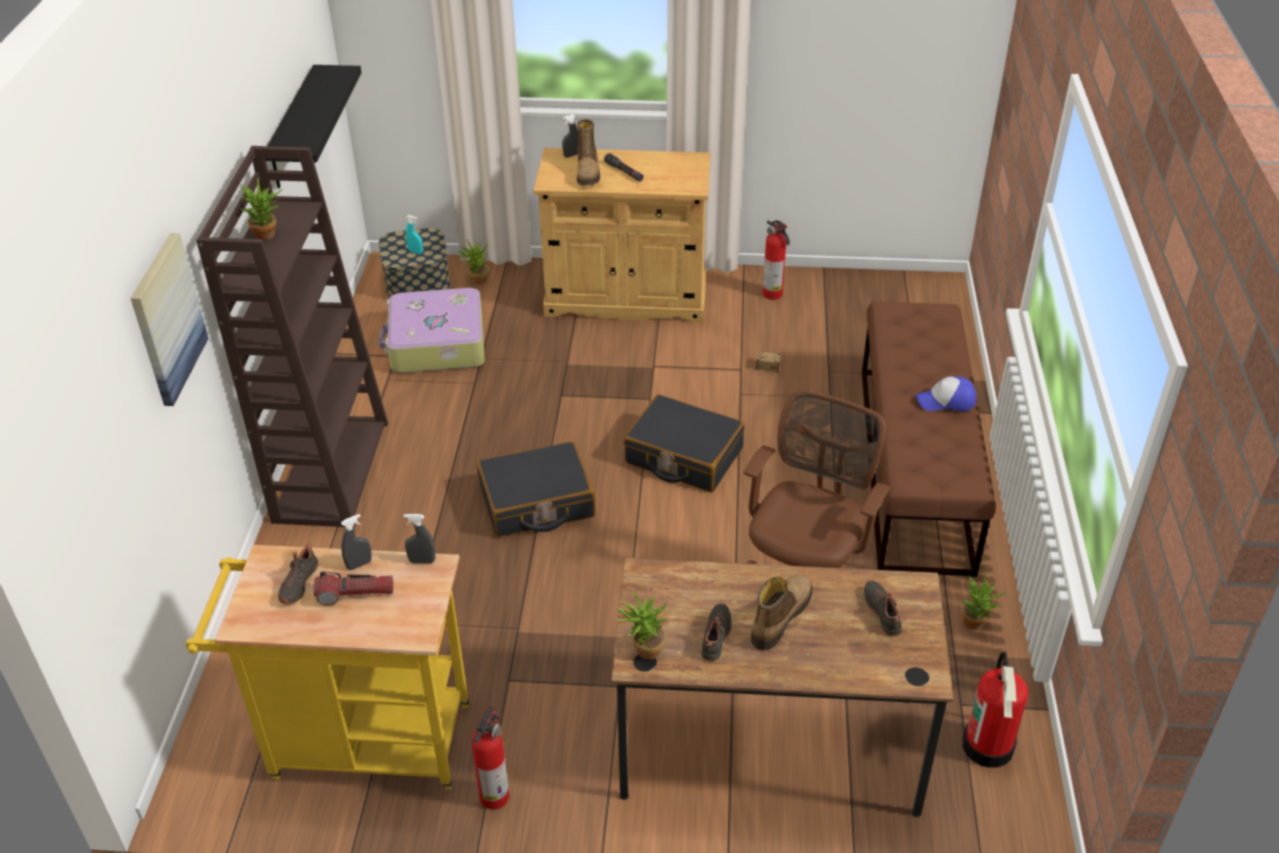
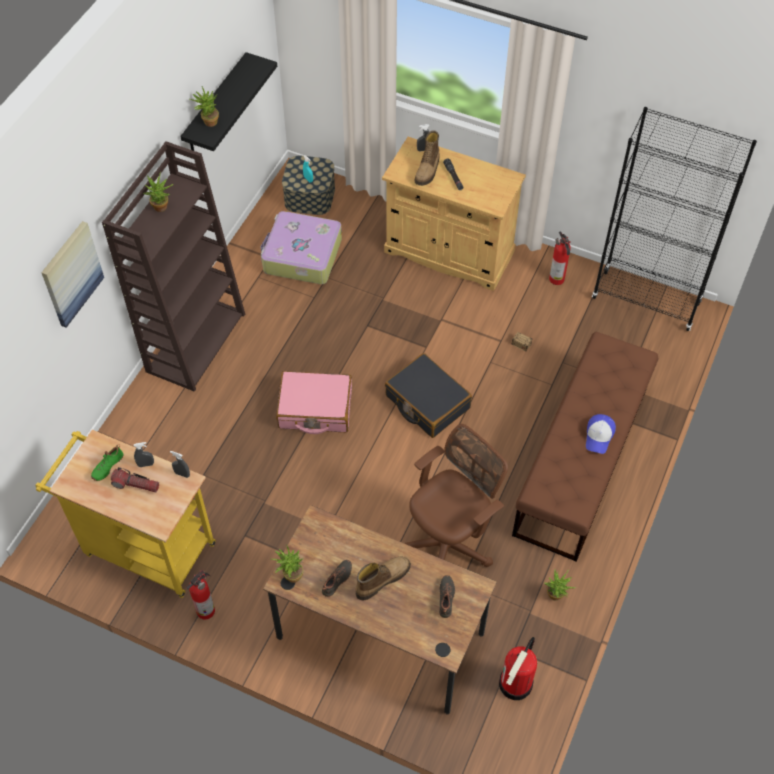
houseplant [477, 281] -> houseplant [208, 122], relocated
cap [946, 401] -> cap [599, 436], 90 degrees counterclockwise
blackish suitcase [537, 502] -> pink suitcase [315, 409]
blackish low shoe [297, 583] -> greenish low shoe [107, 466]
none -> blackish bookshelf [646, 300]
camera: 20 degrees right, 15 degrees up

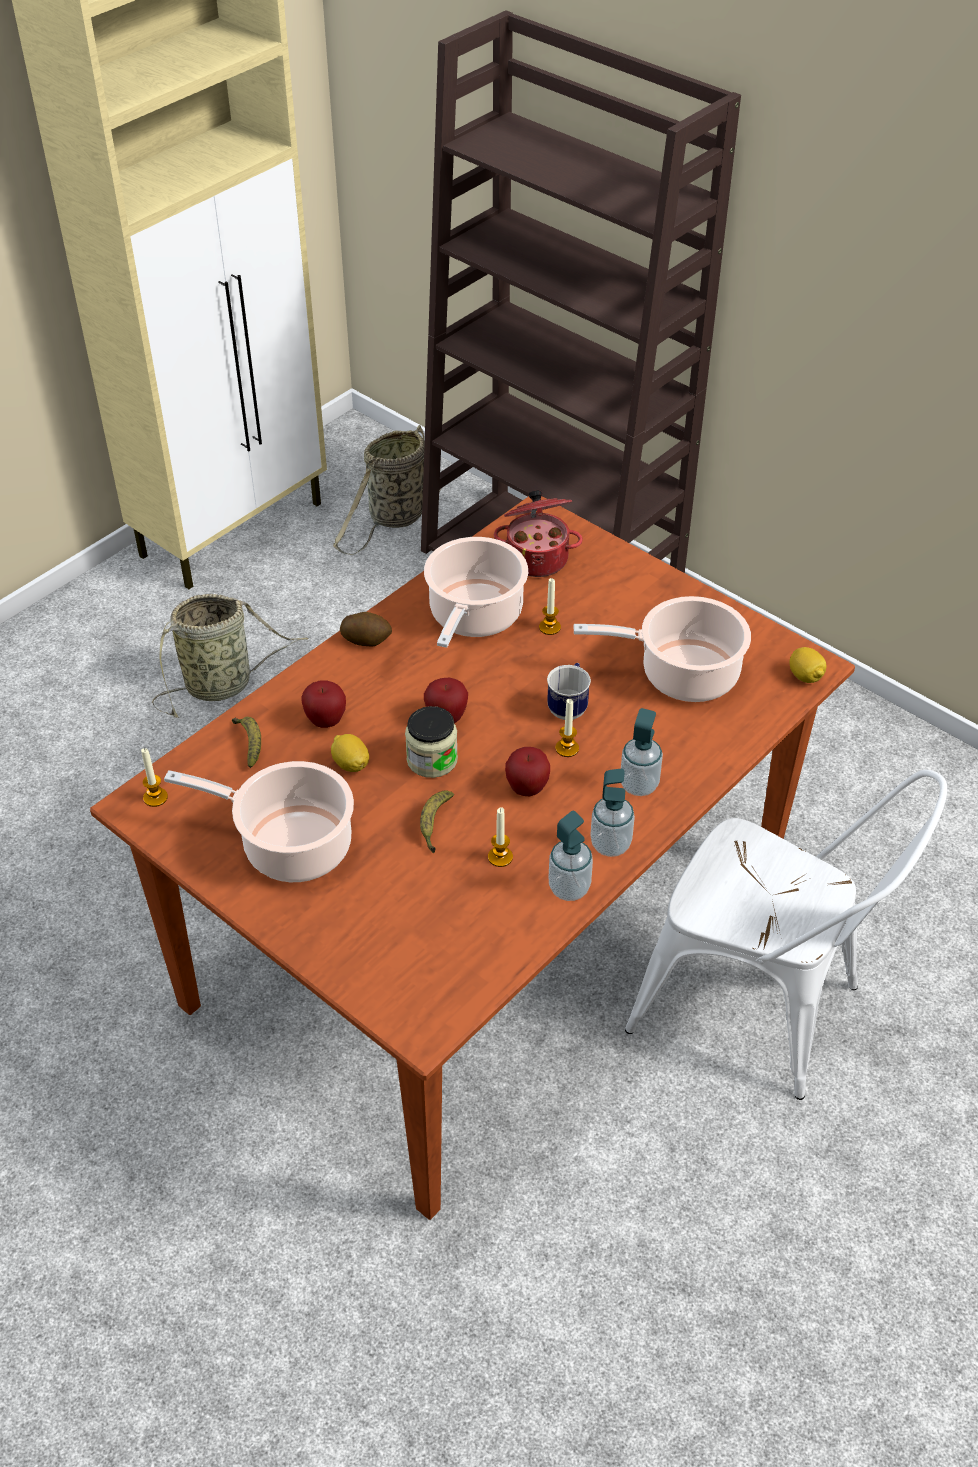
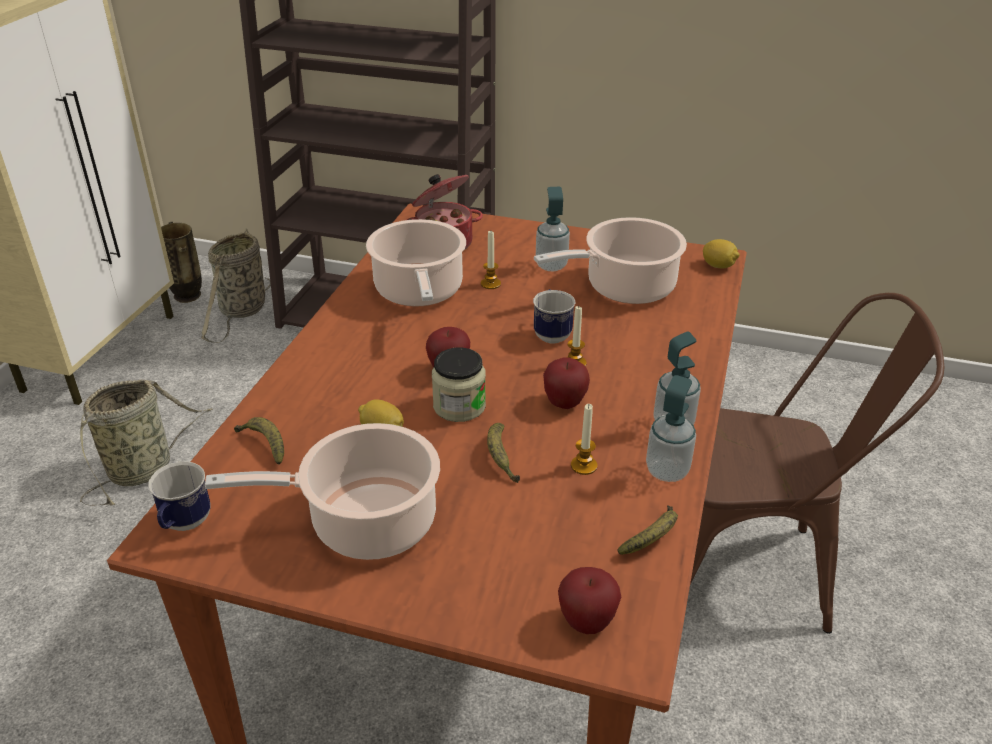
potato [366, 639] -> none
apple fruit [326, 721] -> apple fruit [586, 622], relocated
soap dispenser [639, 785] -> soap dispenser [551, 265], relocated
wax candle [155, 797] -> tea mug [184, 525]
whitish plain chair [763, 1011] -> brown plain chair [753, 573]
none -> flower vase [188, 296]
none -> banana [652, 538]
camera: 25 degrees left, 10 degrees down

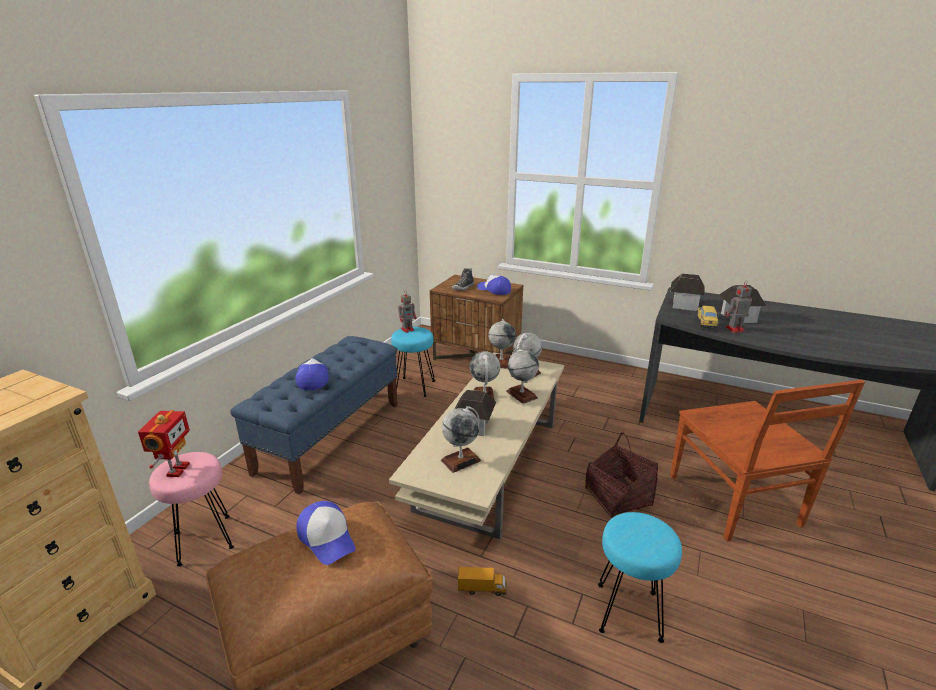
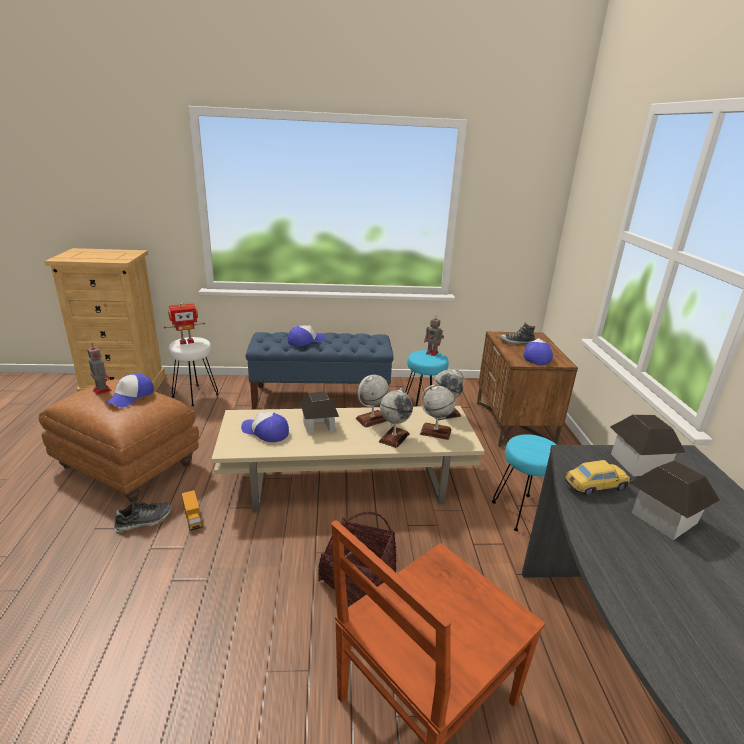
toy robot [733, 329] -> toy robot [101, 390], relocated
desk globe [461, 460] -> cap [265, 432]
pink stool [204, 539] -> whitish stool [196, 395]
turquoise-coloured stool [628, 612] -> turquoise-coloured stool [521, 512], relocated
none -> low shoe [144, 521]
camera: 60 degrees right, 0 degrees up

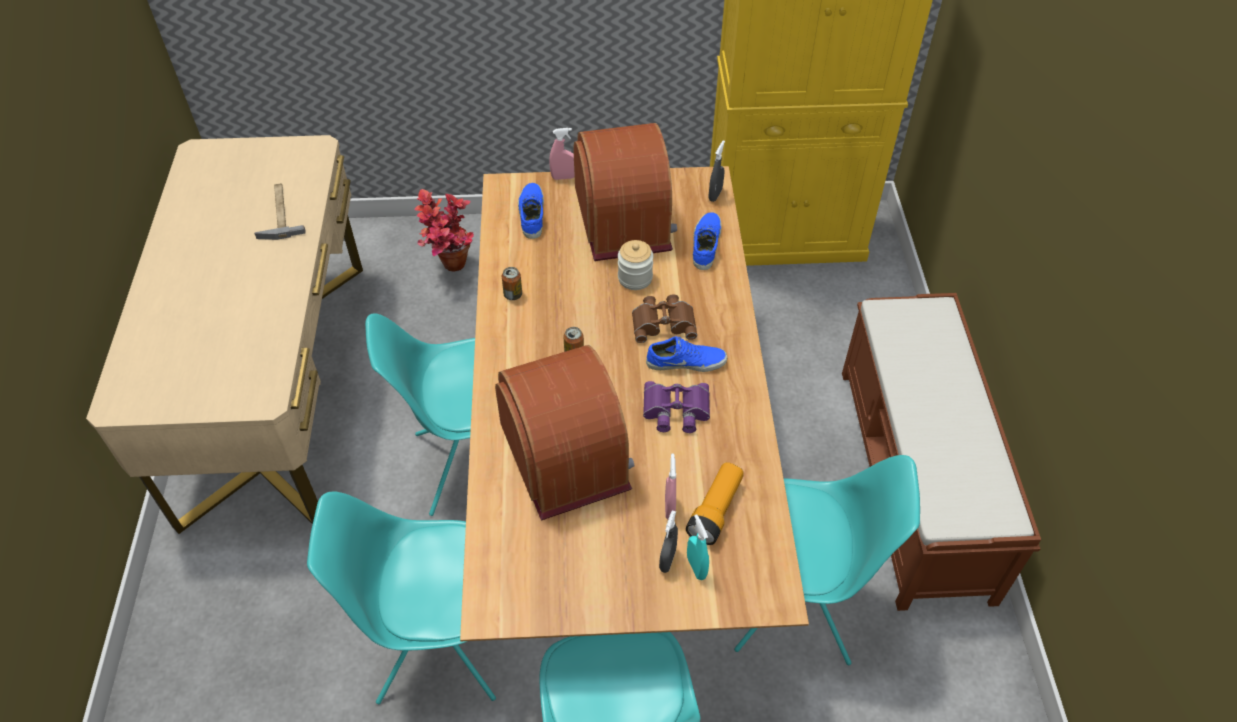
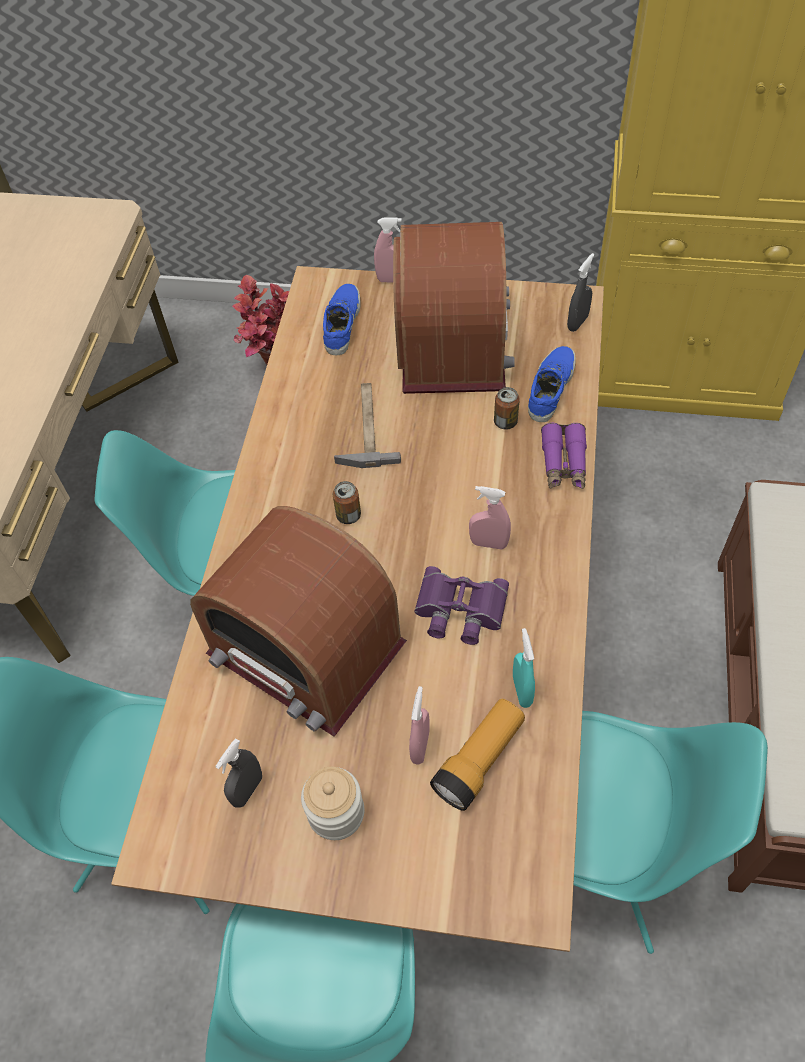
hand hammer [279, 213] -> hand hammer [366, 427], relocated
storage jar [635, 278] -> storage jar [336, 813], relocated
sealed can [513, 295] -> sealed can [505, 422], relocated
brown field glasses [663, 322] -> none
bluish low shoe [686, 361] -> pink sprayer [488, 543]
radio receiver [566, 455] -> radio receiver [305, 651], 135 degrees clockwise
gray sprayer [667, 560] -> gray sprayer [248, 790], relocated
turquoise-coloured sprayer [696, 567] -> turquoise-coloured sprayer [522, 690], relocated
none -> purple-coloured field glasses [564, 463]
camera: 15 degrees right, 5 degrees up

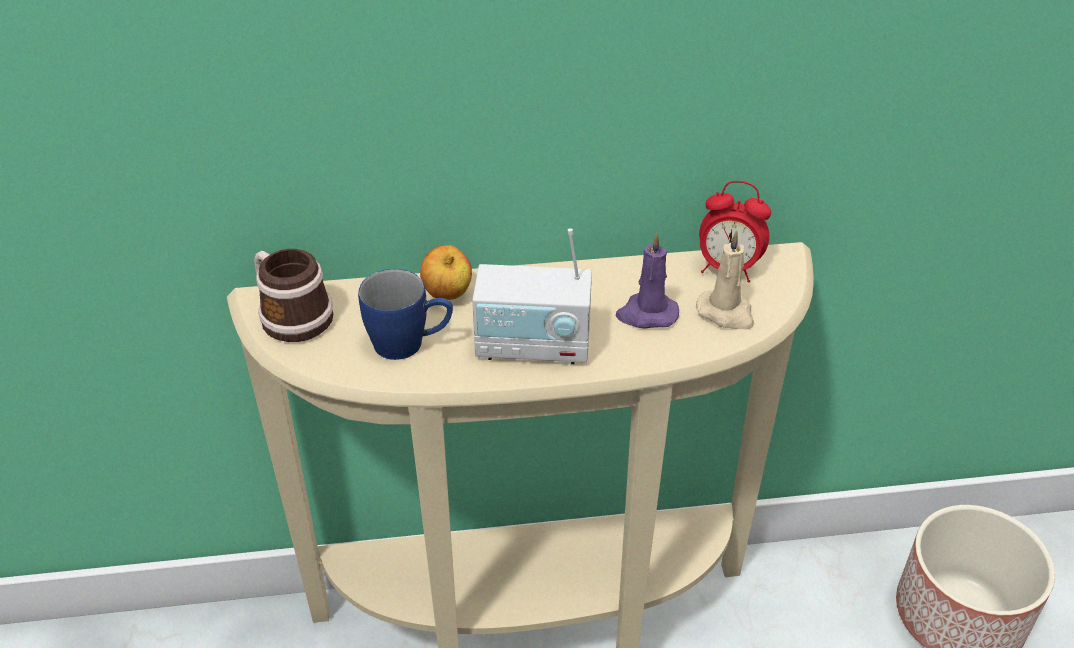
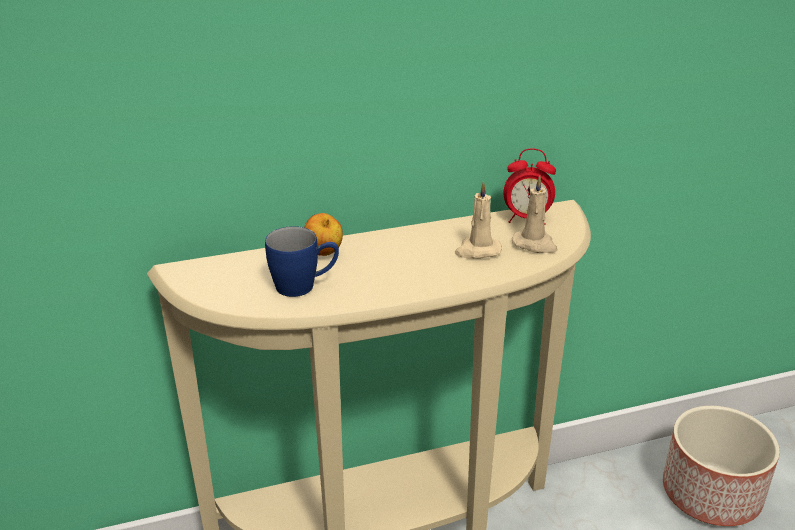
radio receiver [533, 346] -> none
purple-coloured wax candle [646, 314] -> beige wax candle [477, 251]
tea mug [291, 315] -> none
camera: 10 degrees left, 10 degrees down

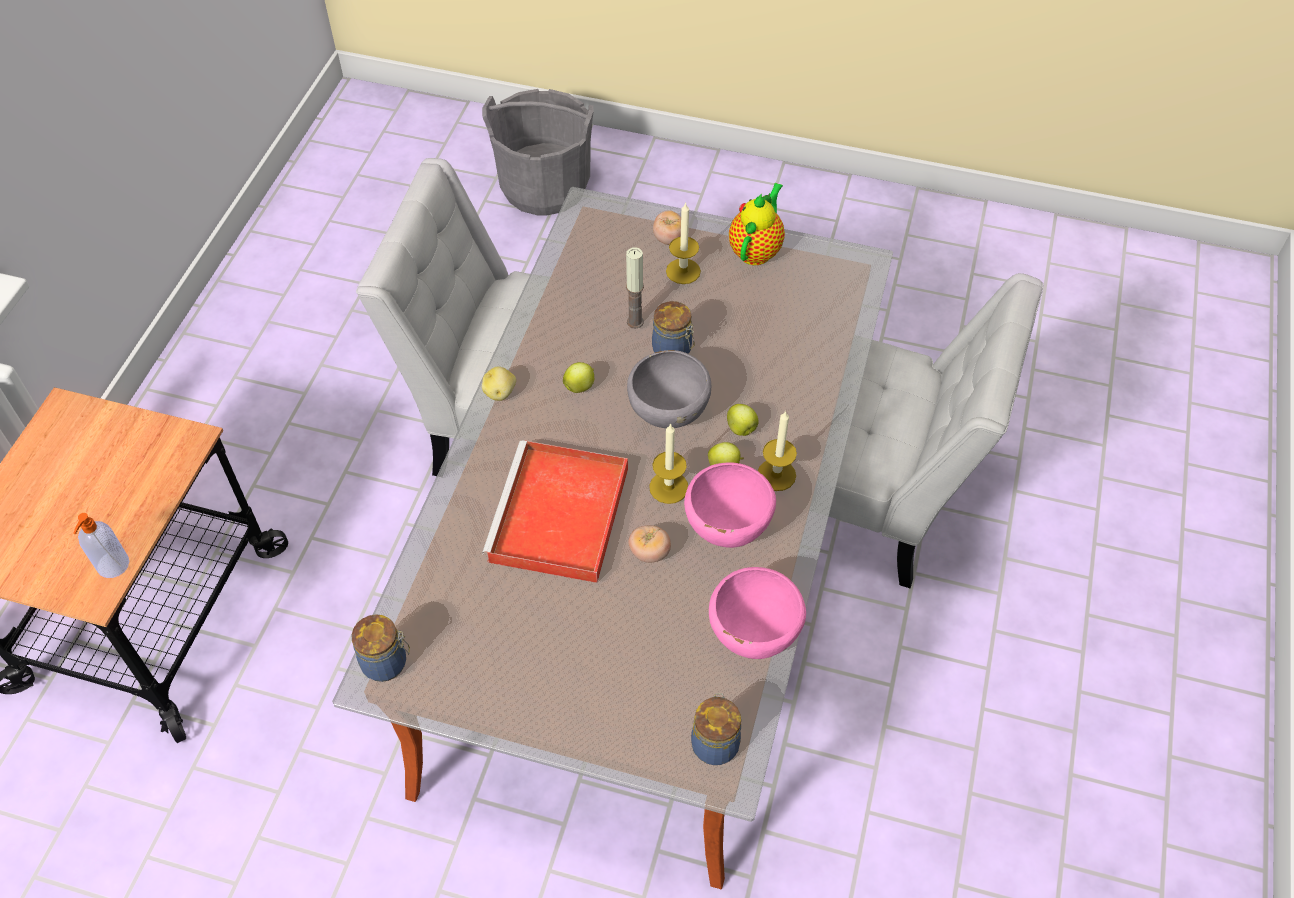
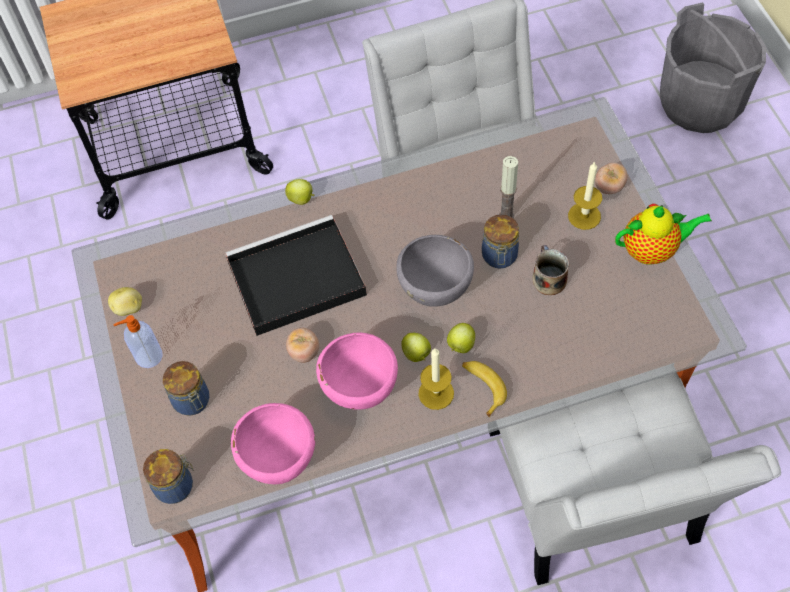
apple fruit [580, 386] -> apple fruit [302, 199], relocated
potato [500, 392] -> potato [129, 308], relocated
wax candle [668, 487] -> none
red-coloured serving tray [559, 517] -> blackish serving tray [294, 280]
soap dispenser [112, 566] -> soap dispenser [148, 356], relocated
storage jar [386, 663] -> storage jar [192, 401], relocated
none -> tea mug [548, 278]
none -> banana [482, 387]
camera: 60 degrees right, 5 degrees up

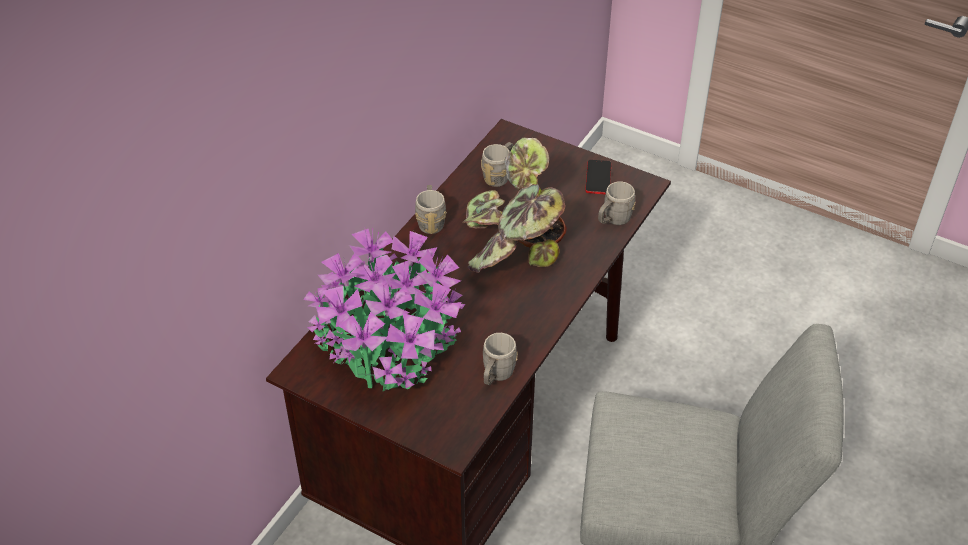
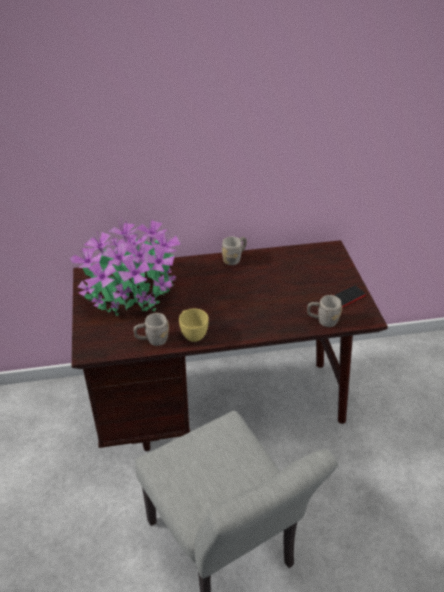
houseplant [512, 249] -> none
gray tea mug [499, 175] -> none
none -> yellow-coloured cup [192, 334]
camera: 50 degrees right, 5 degrees down

